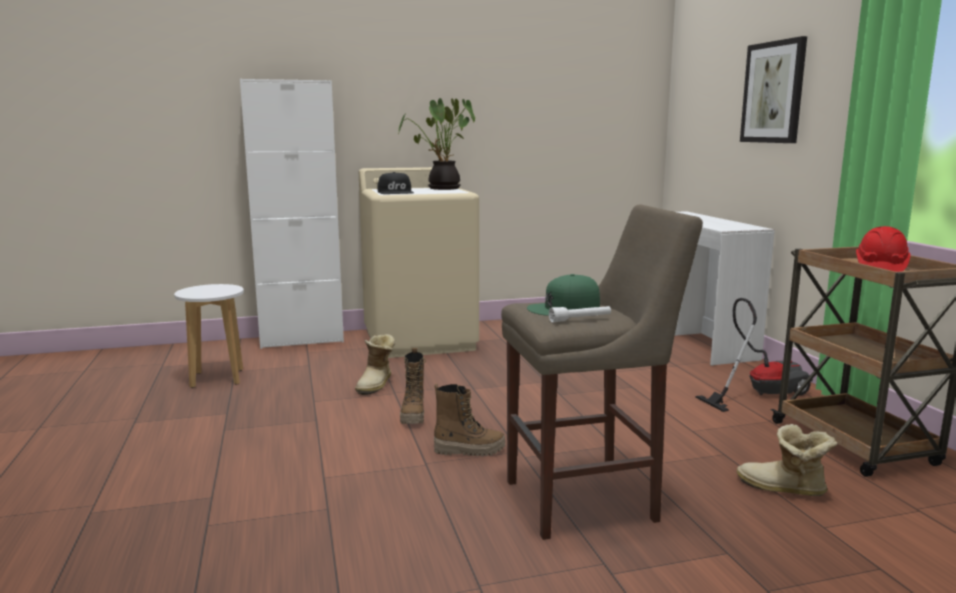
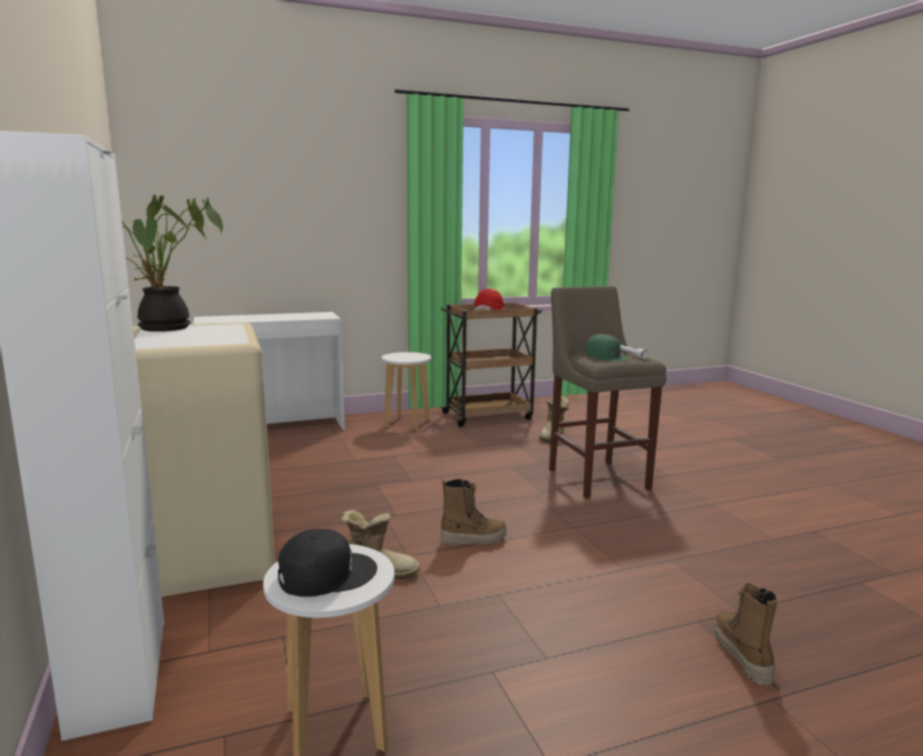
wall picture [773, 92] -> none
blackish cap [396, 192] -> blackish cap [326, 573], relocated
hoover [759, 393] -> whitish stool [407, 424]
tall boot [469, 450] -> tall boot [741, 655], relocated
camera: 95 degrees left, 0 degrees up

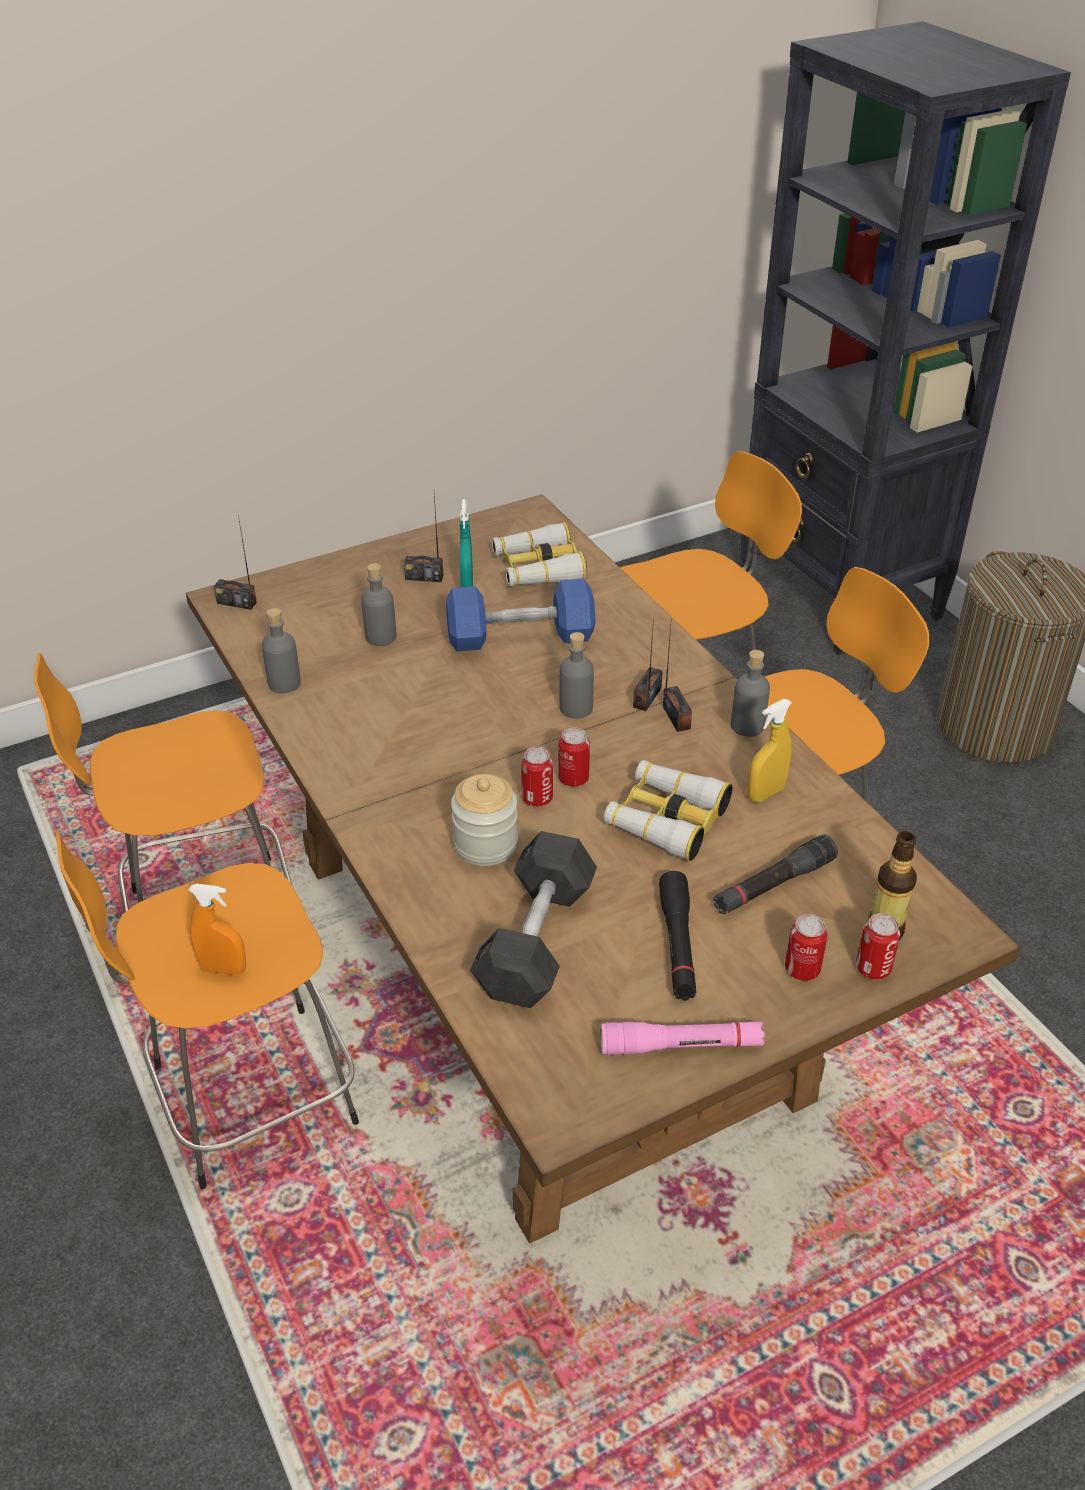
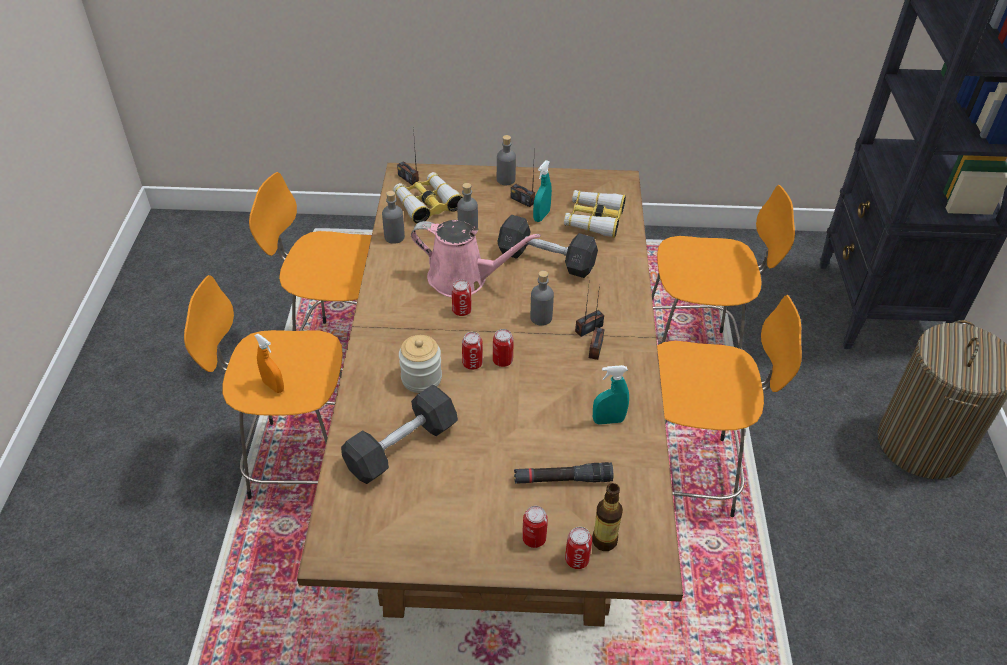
bluish hand weight [520, 637] -> gray hand weight [546, 259]
gray bottle [747, 726] -> gray bottle [506, 180], relocated
yellow-coloured sprayer [765, 793] -> turquoise-coloured sprayer [608, 420]
field glasses [666, 819] -> field glasses [427, 203], relocated
blackish hand torch [677, 944] -> none
pink hand torch [681, 1046] -> none
none -> pink watering pot [463, 279]
none -> sealed can [461, 310]
camera: 30 degrees right, 5 degrees up

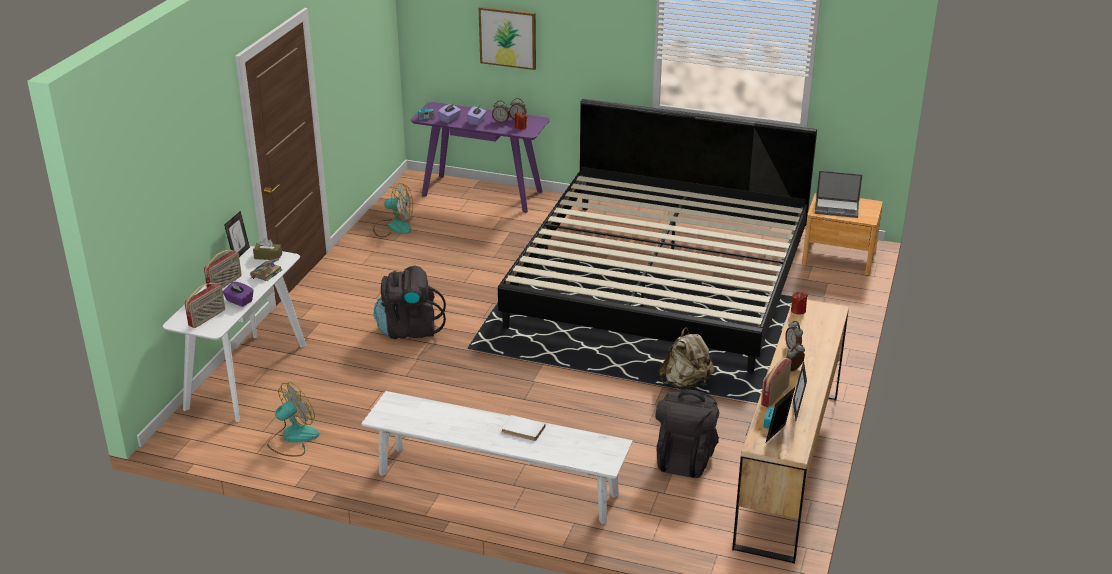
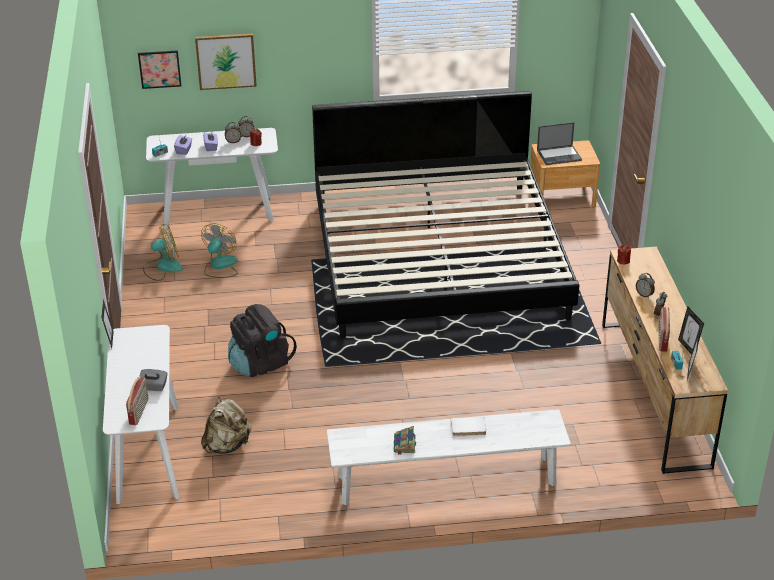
purple-coloured narrow table [482, 193] -> whitish narrow table [218, 212]
brown box of tissues [268, 256] -> none
radio receiver [225, 284] -> none
bound book [266, 273] -> bound book [404, 445], relocated
purple-coloured box of tissues [239, 301] -> gray box of tissues [153, 387]
beige knapsack [686, 383] -> beige knapsack [227, 445], relocated
fan [292, 438] -> fan [220, 266], relocated
blackish knapsack [685, 458] -> none
none -> wall picture [159, 69]
camera: 25 degrees left, 5 degrees up

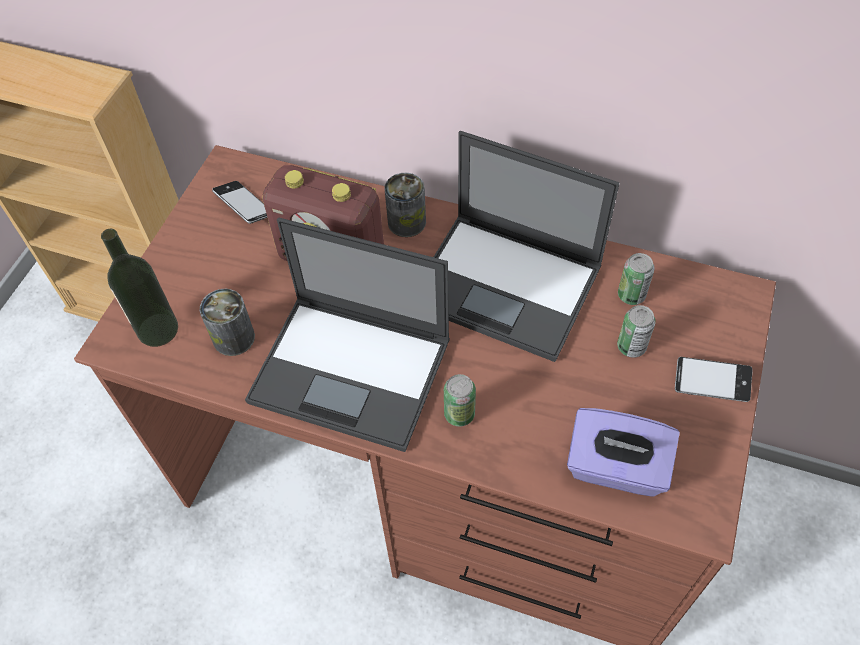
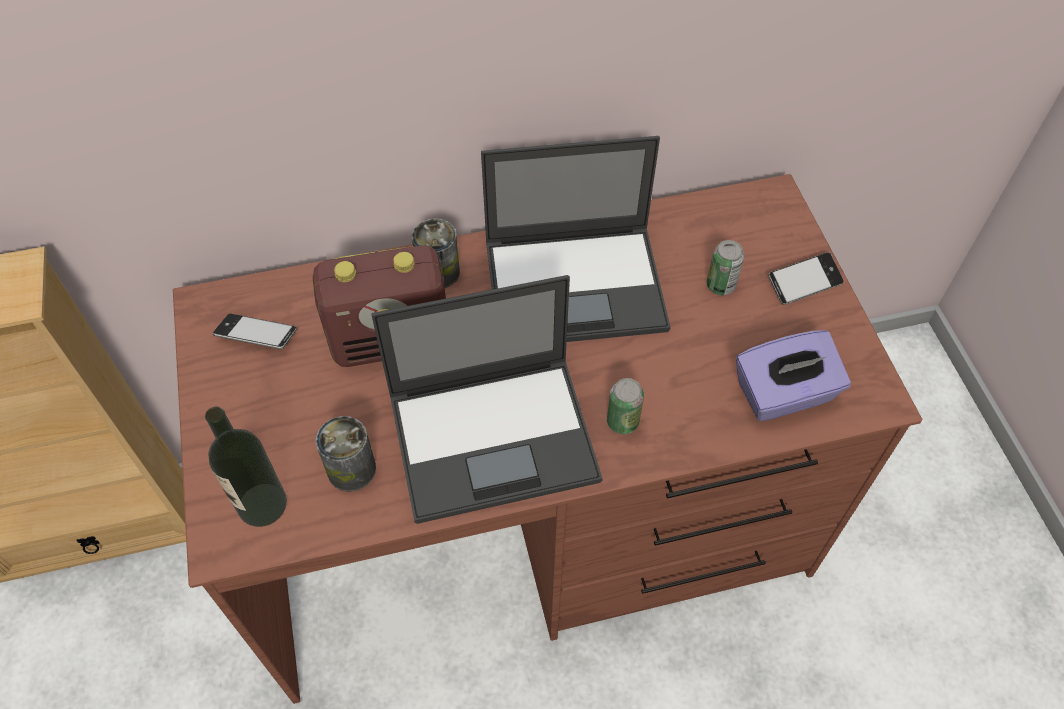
sealed can [631, 295] -> none
camera: 35 degrees left, 0 degrees up

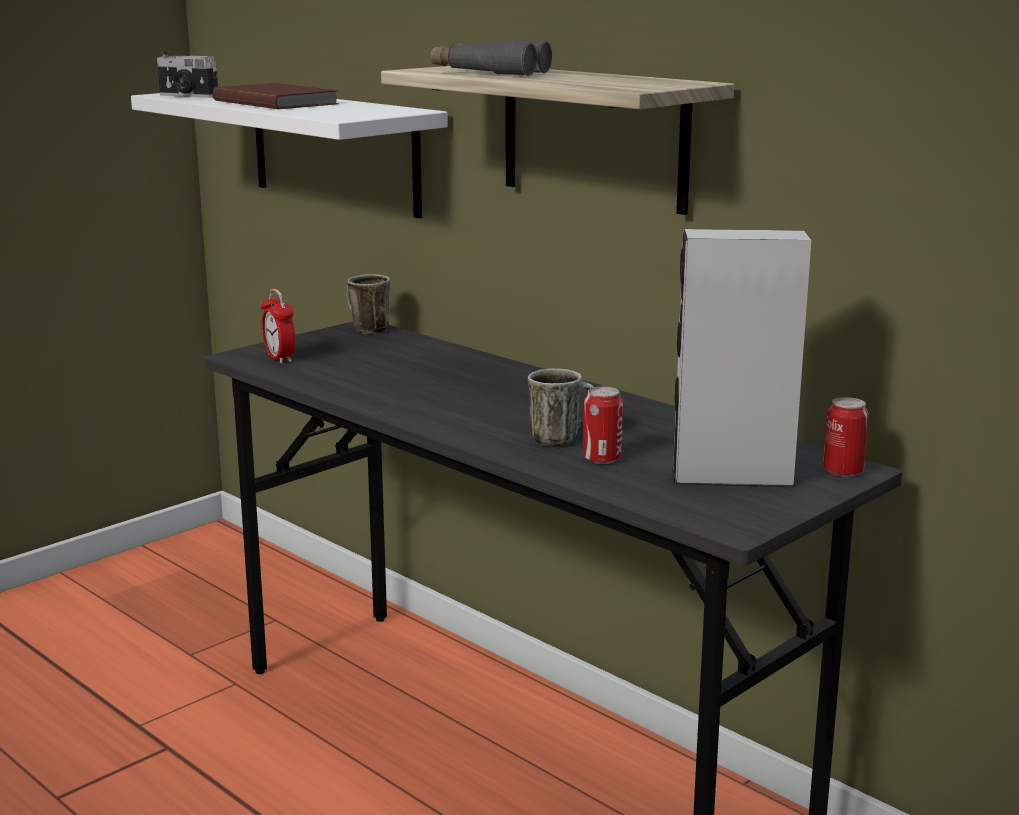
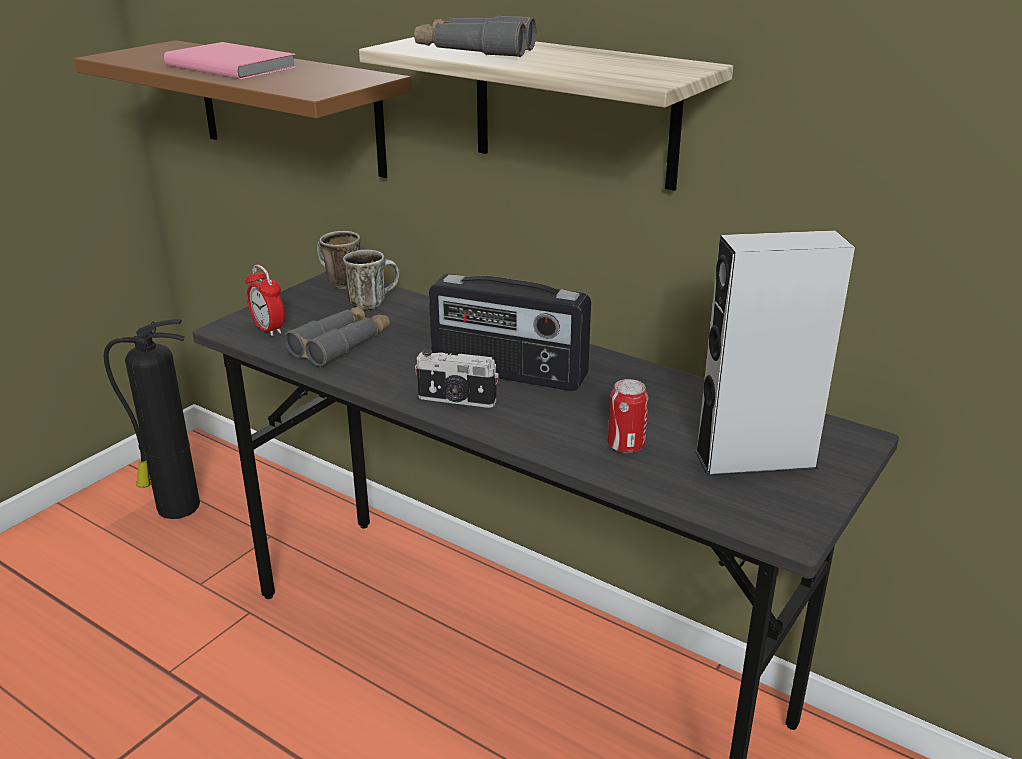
still camera [187, 96] -> still camera [456, 400], relocated
brown bound book [277, 102] -> pink bound book [232, 66]
whitish shelf [334, 150] -> brown shelf [289, 107]
tea mug [562, 439] -> tea mug [373, 303], relocated
sealed can [843, 471] -> none
none -> radio receiver [508, 373]
none -> gray field glasses [341, 344]
none -> fire-fighting cylinder [175, 507]
camera: 10 degrees left, 10 degrees up

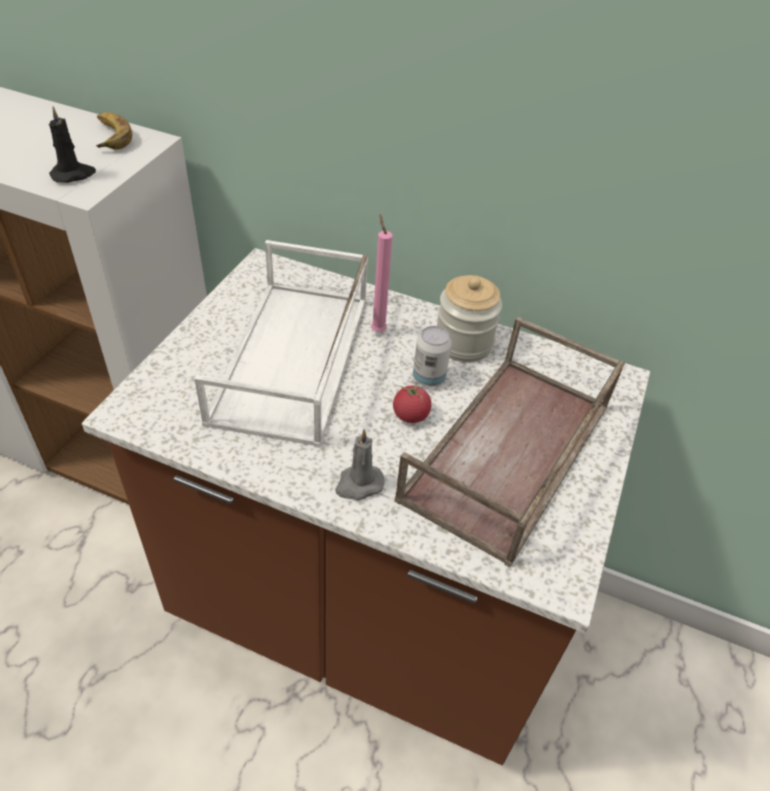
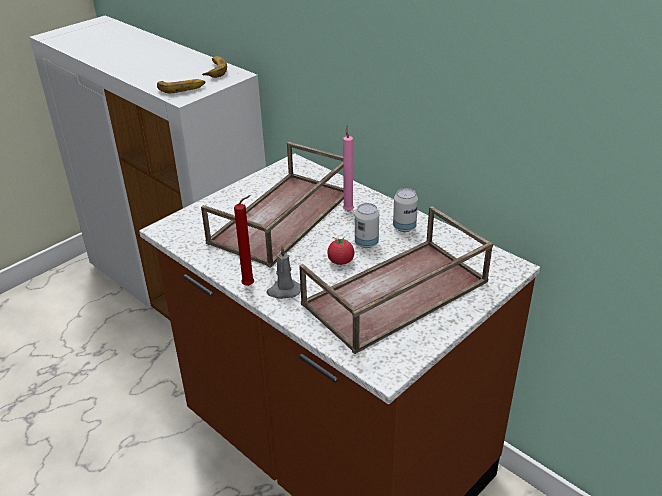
blackish wax candle [73, 174] -> banana [181, 88]
whitish serving tray [294, 360] -> brown serving tray [282, 218]
storage jar [463, 343] -> sealed can [404, 227]
none -> red-coloured wax candle [250, 285]
camera: 25 degrees right, 10 degrees down

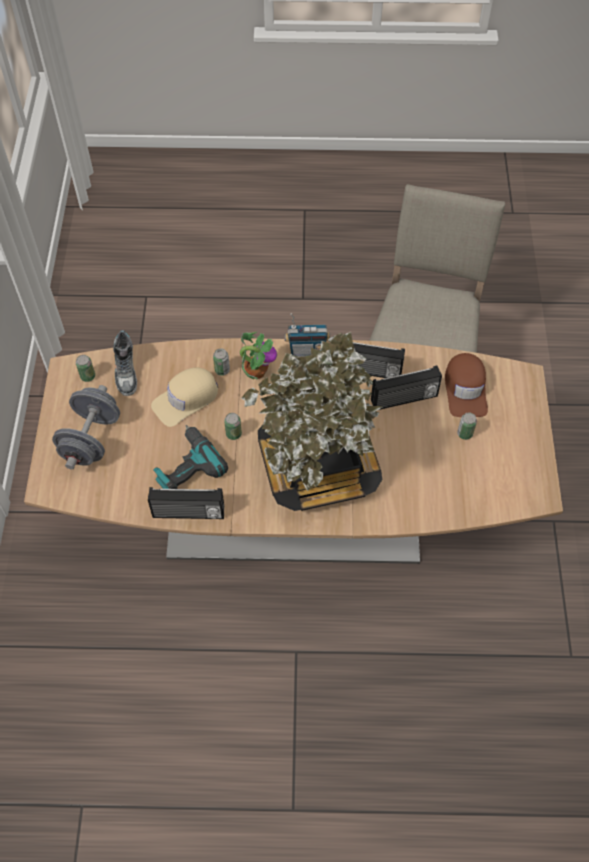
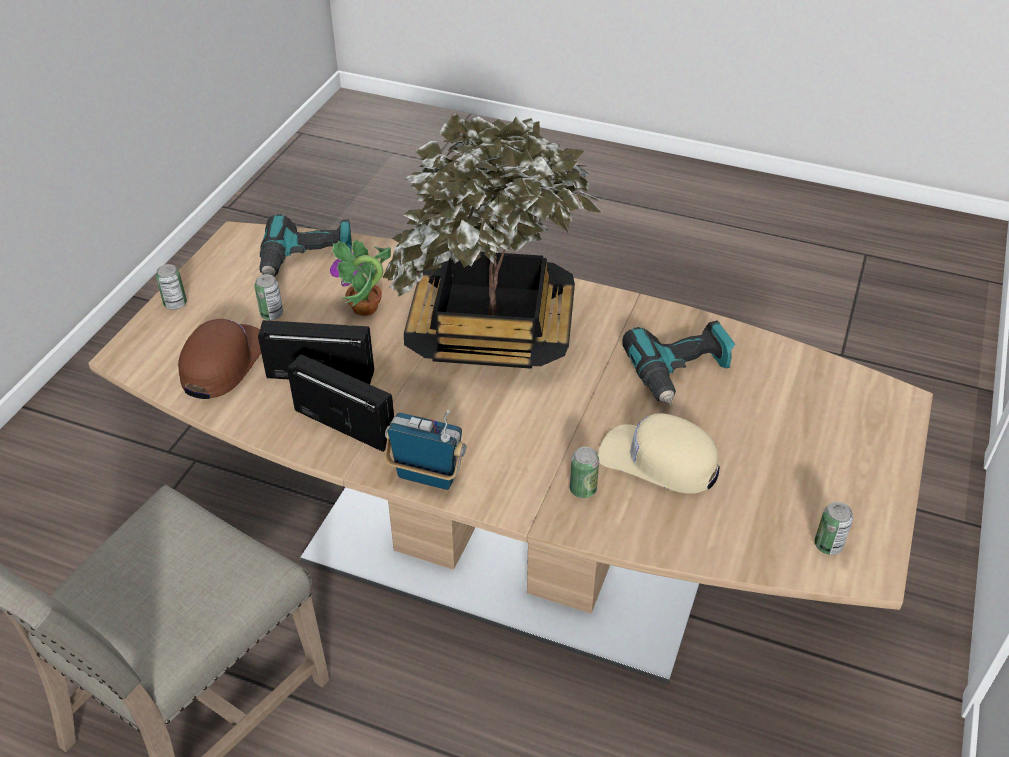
low shoe [126, 372] -> none
houseplant [256, 371] -> houseplant [365, 308], relocated
beige cap [186, 399] -> beige cap [658, 461], 135 degrees counterclockwise
gray hand weight [91, 439] -> none
sealed can [233, 434] -> sealed can [175, 304], relocated
radio receiver [188, 513] -> none
none -> electric drill [307, 260]
camera: 160 degrees left, 15 degrees down

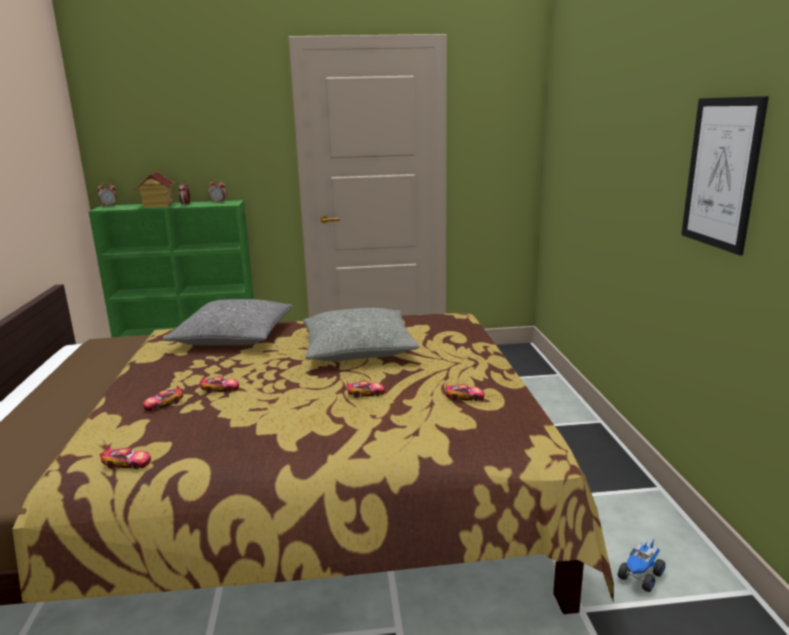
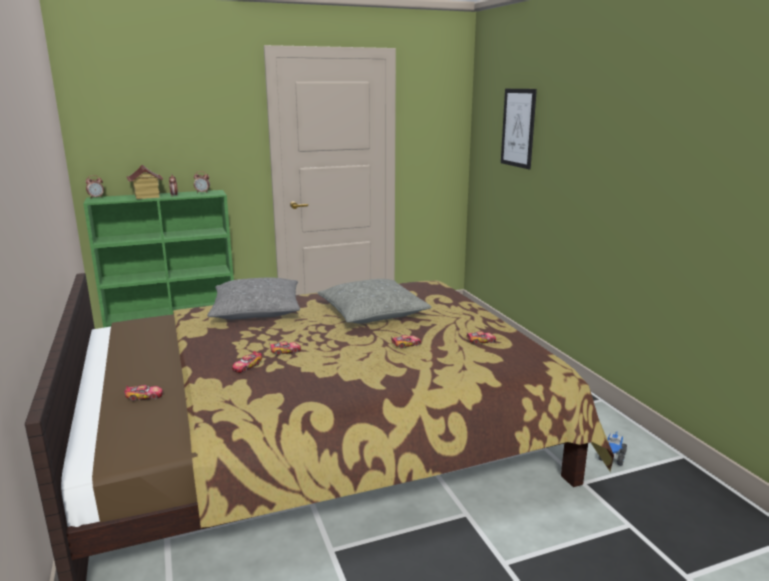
wall picture [721, 173] -> wall picture [518, 128], relocated
miniature car [128, 463] -> miniature car [145, 396], relocated
camera: 15 degrees left, 0 degrees up

